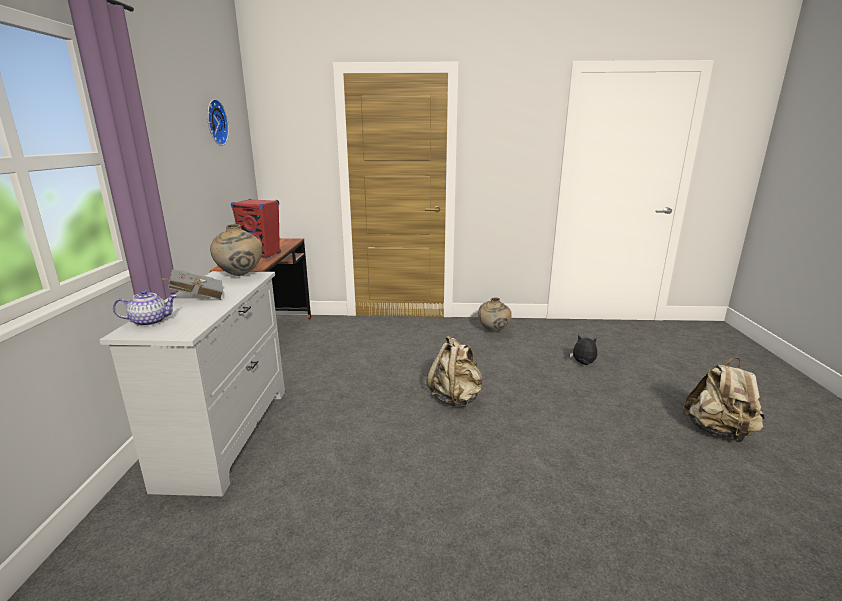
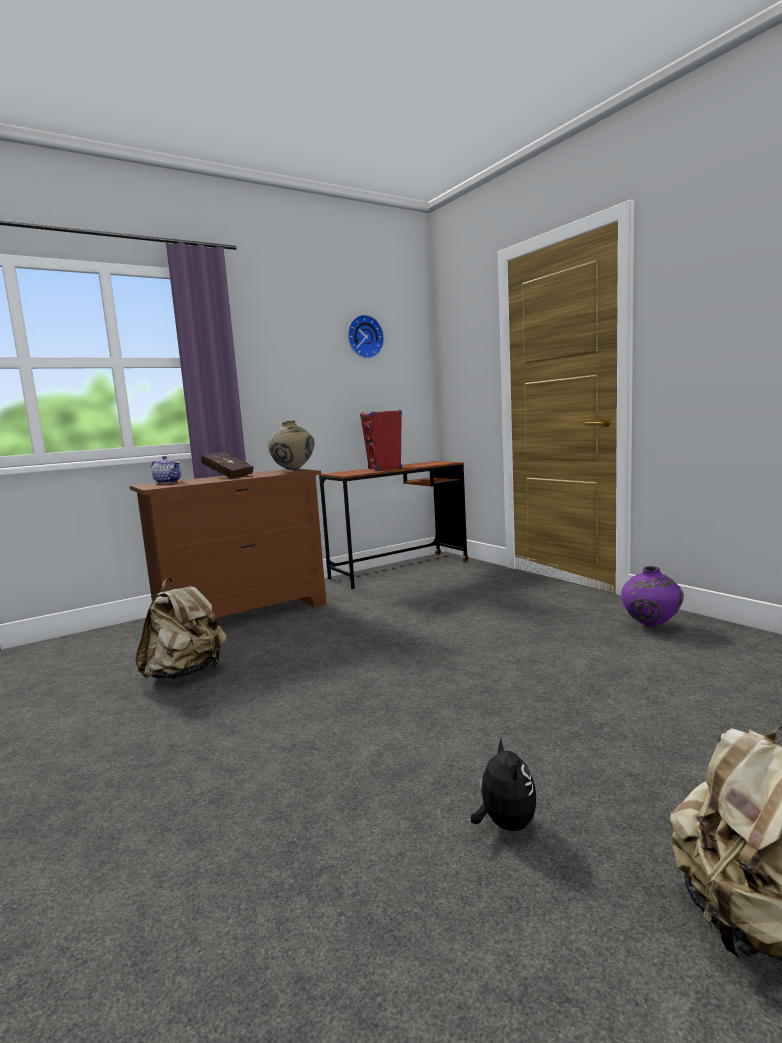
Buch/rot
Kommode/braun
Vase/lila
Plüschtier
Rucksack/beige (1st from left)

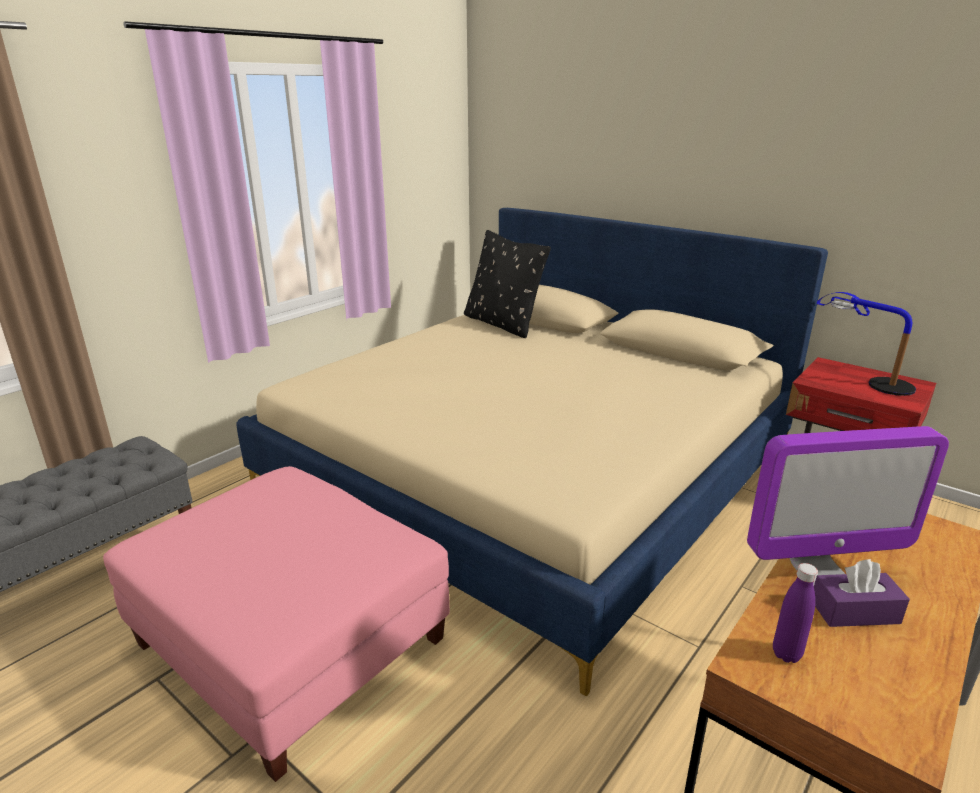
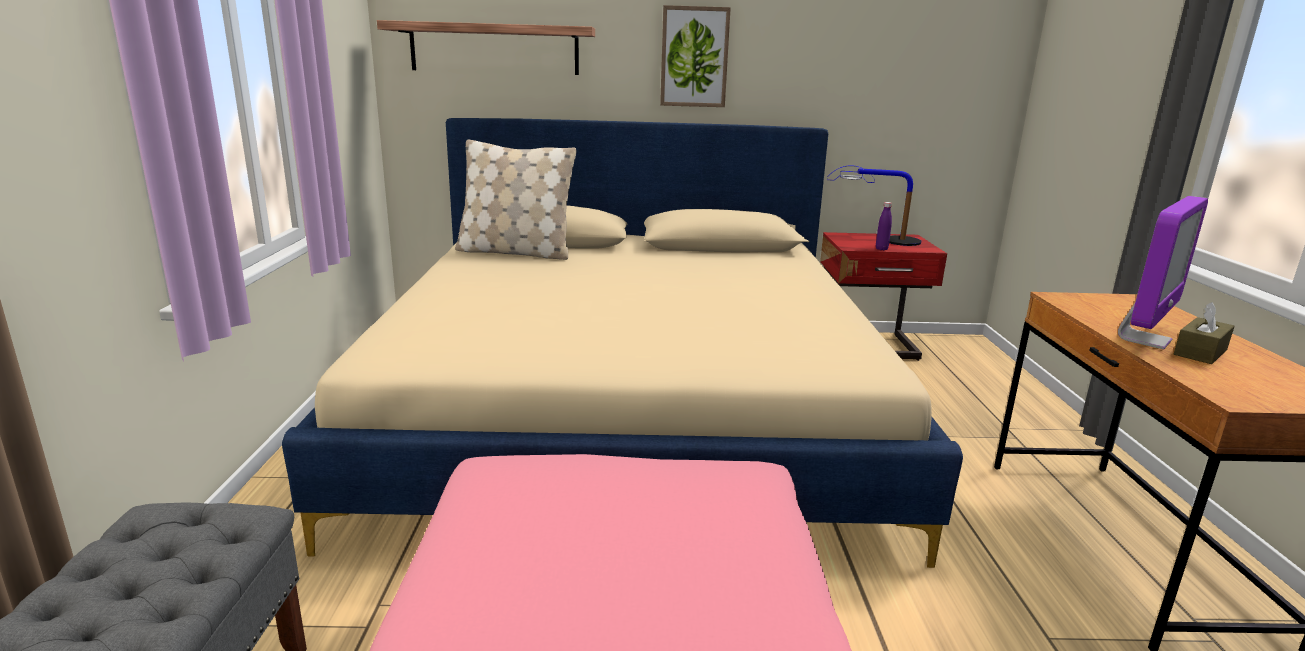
Kissen/beige
Taschentuchbox/braun
Flasche/lila
Bild
Wandregal

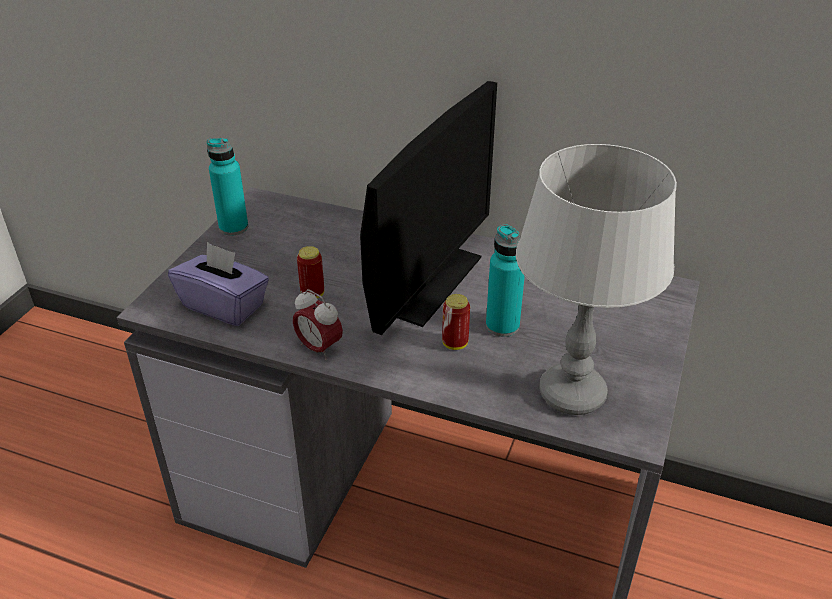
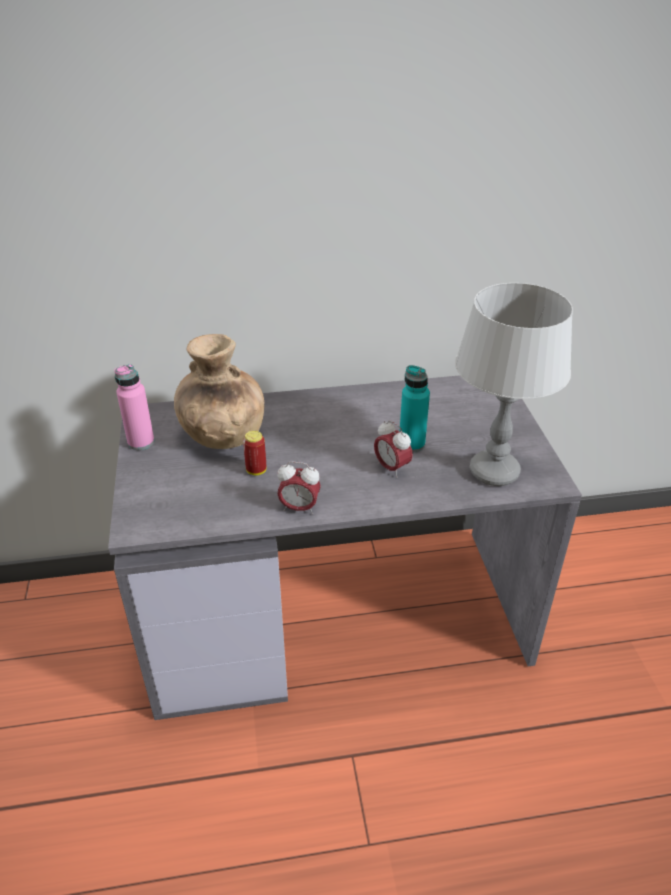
Monitor
Flasche/rosa
Taschentuchbox/lila
Wecker (2nd from left)
Vase/braun

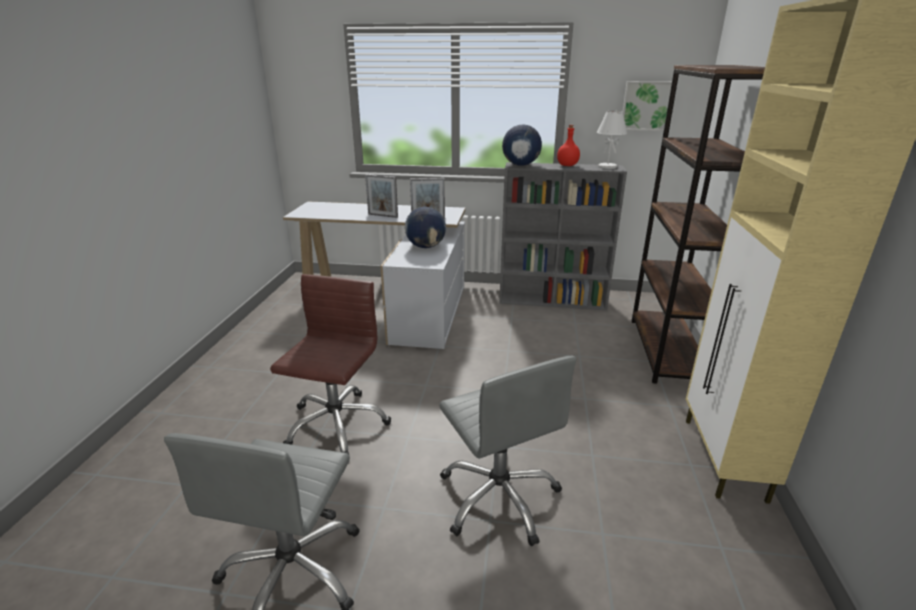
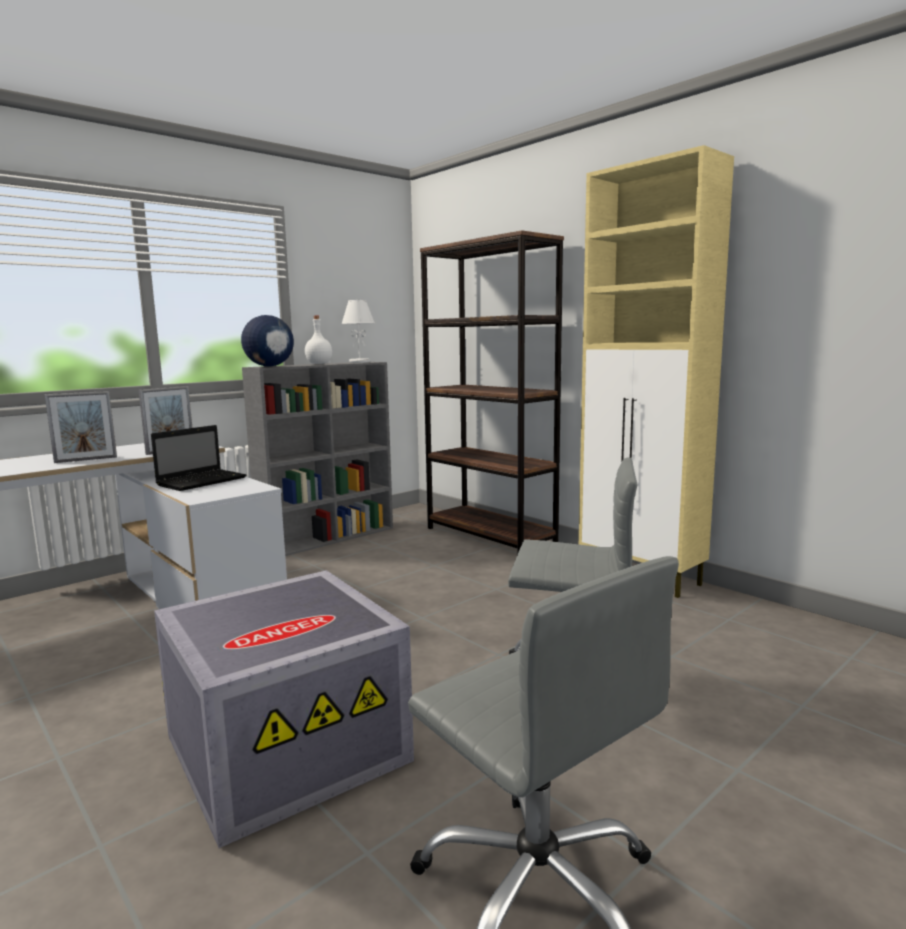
Bild
Flasche/weiß
Laptop
Aufbewahrungsbox/grau

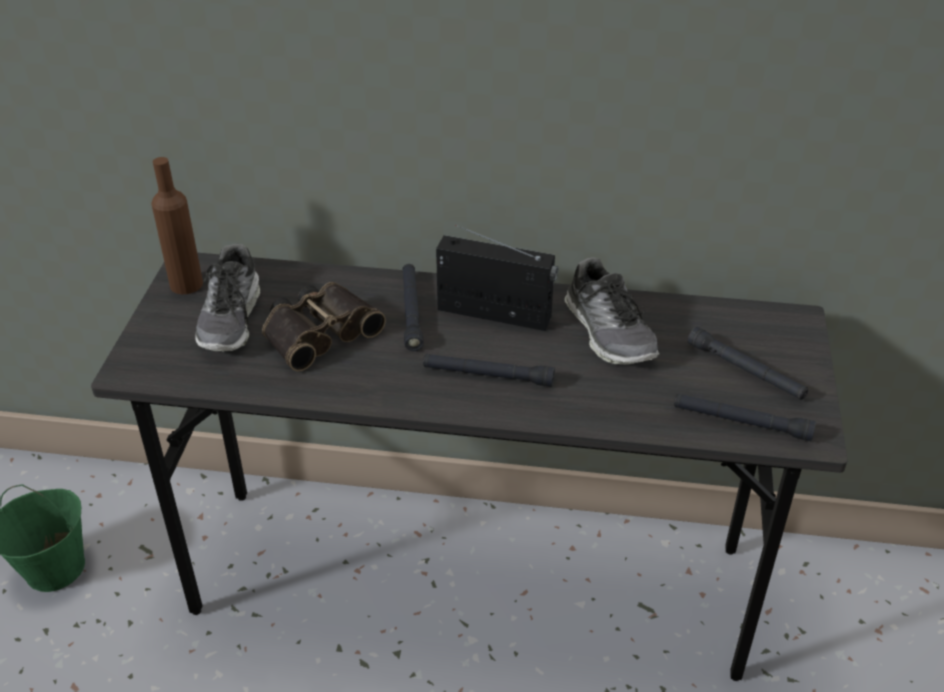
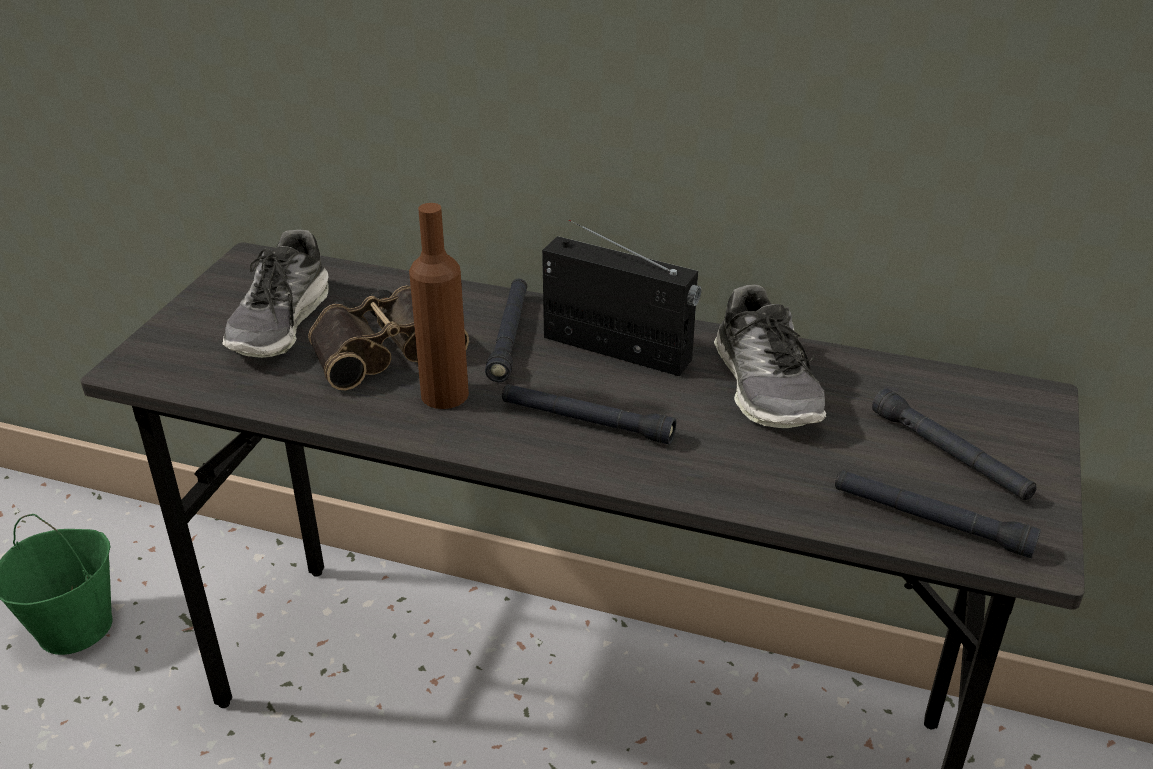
Flasche/braun

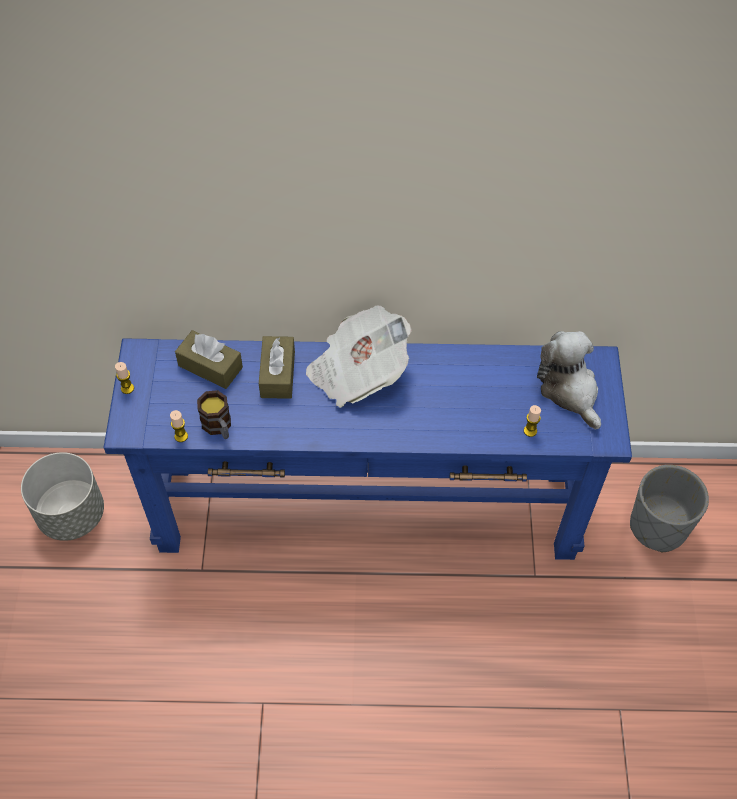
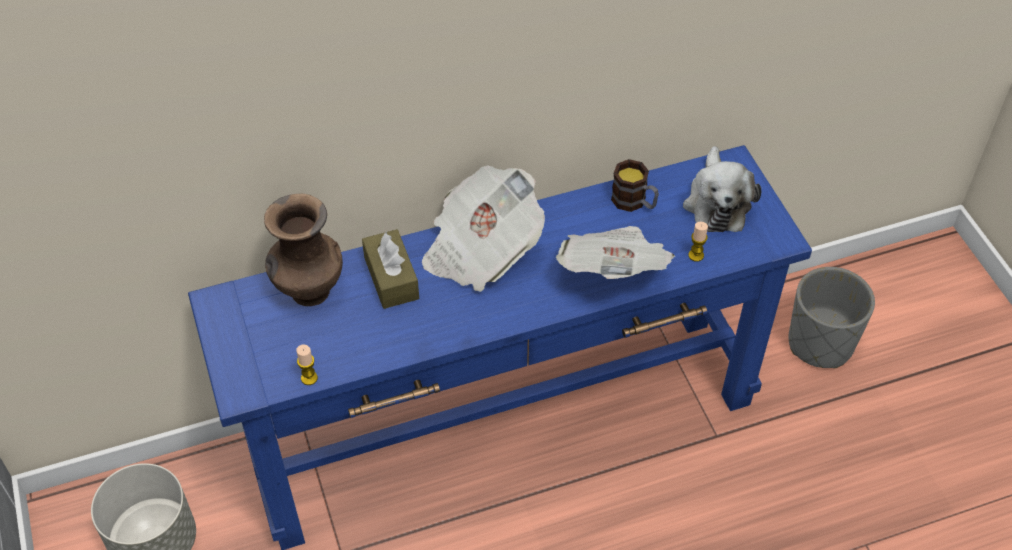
Vase/braun
Plüschtier
Kerze (1st from left in the first image)
Henkelbecher
Zeitung (2nd from left)

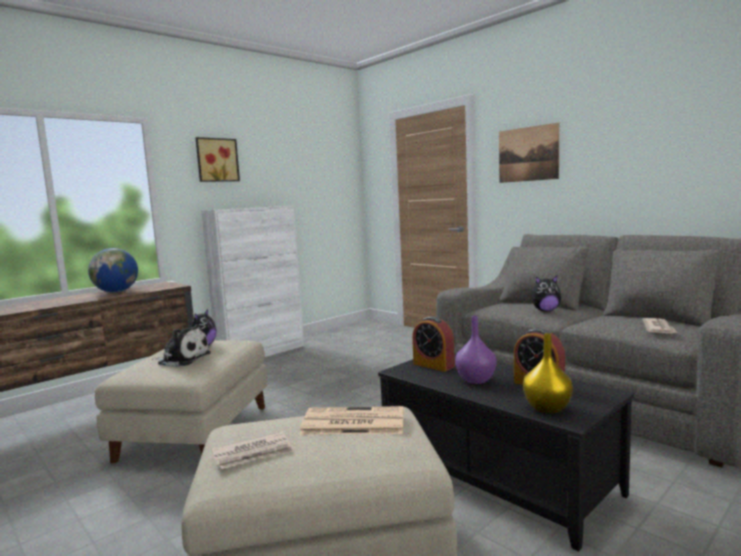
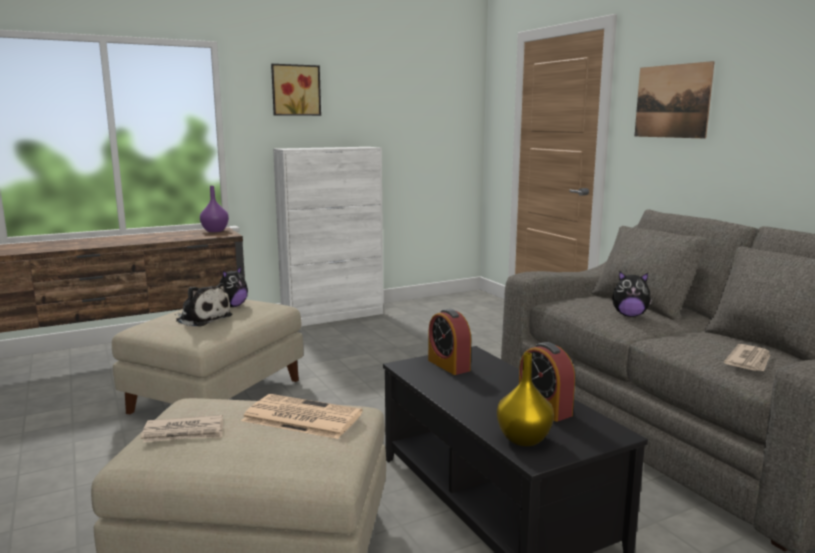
Globus
Vase/lila

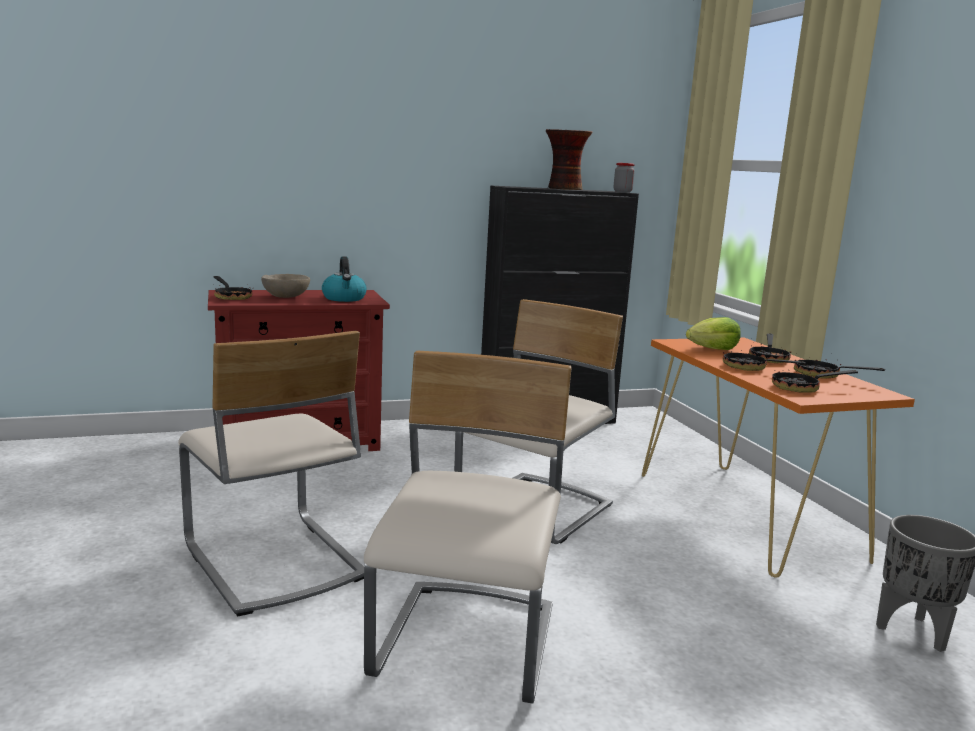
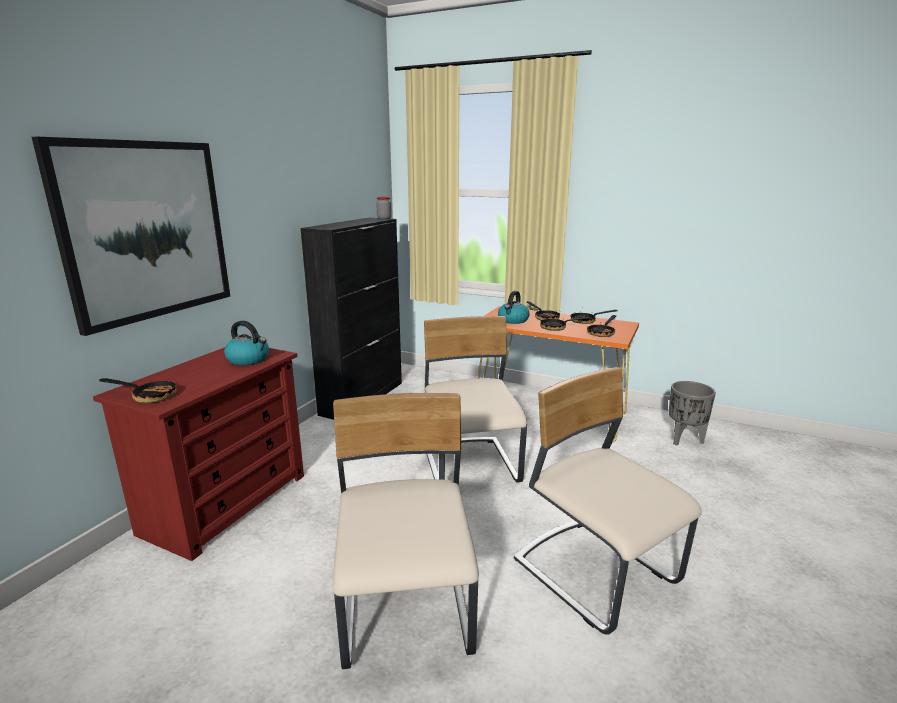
Vase
Schüssel/beige
Wasserkessel (2nd from left)
Stuhl/beige (1st from left)
Bild

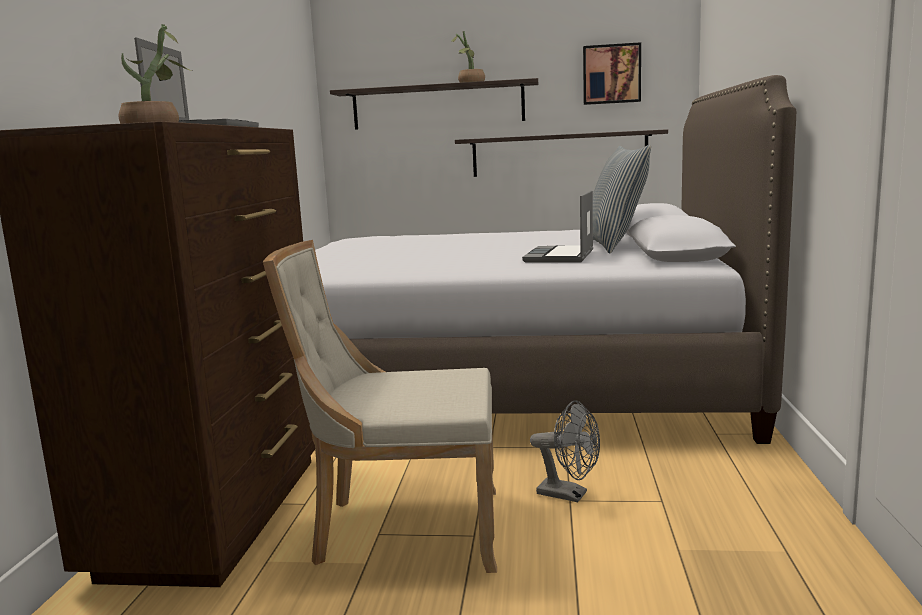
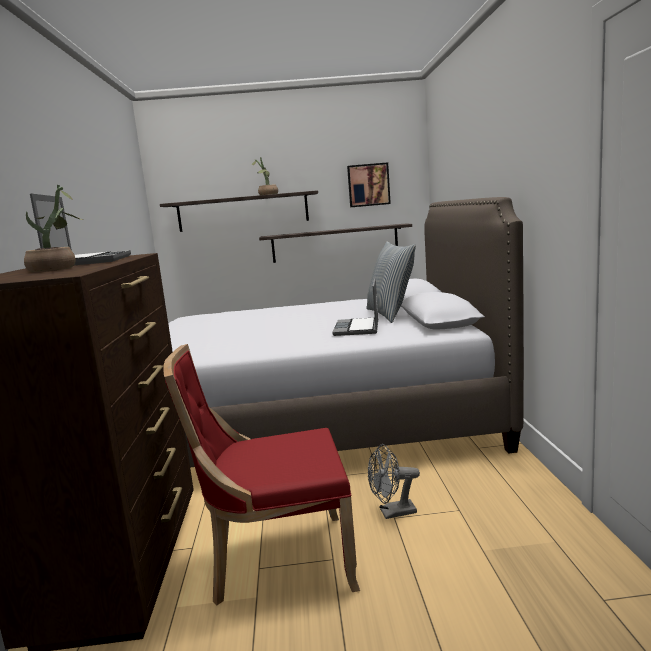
Stuhl/rot
Ventilator/grau

